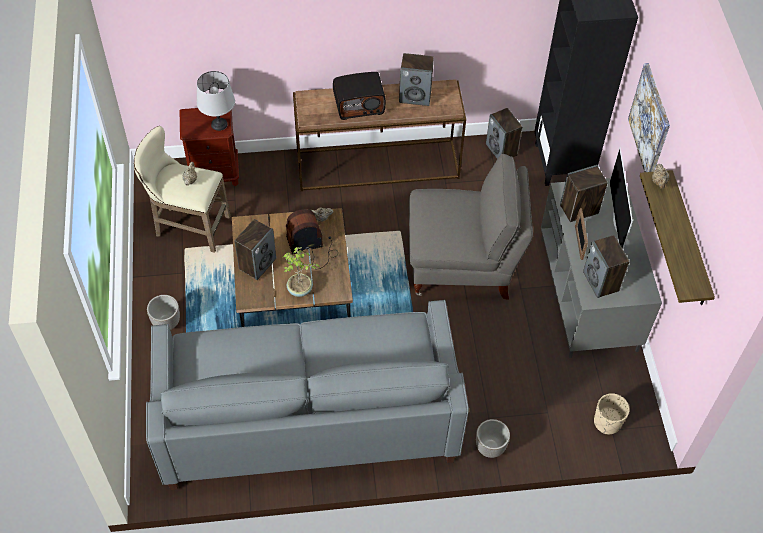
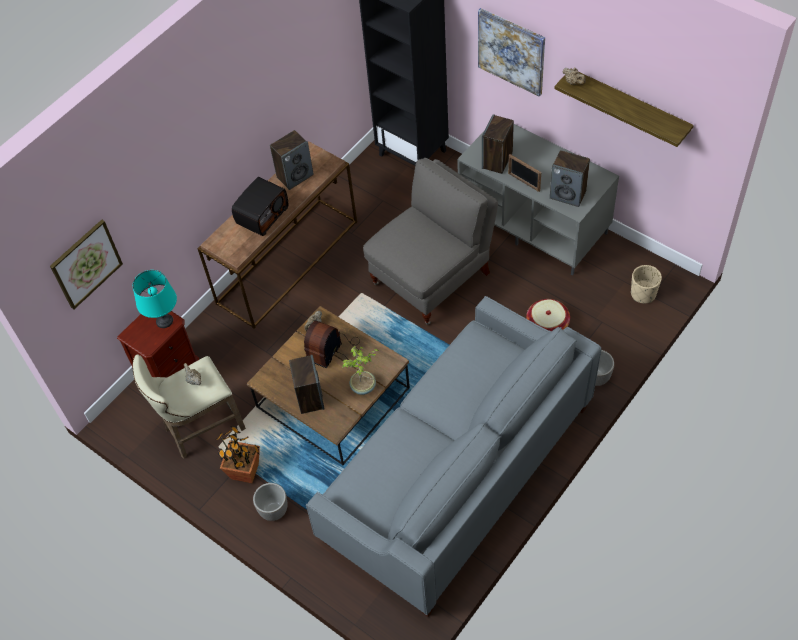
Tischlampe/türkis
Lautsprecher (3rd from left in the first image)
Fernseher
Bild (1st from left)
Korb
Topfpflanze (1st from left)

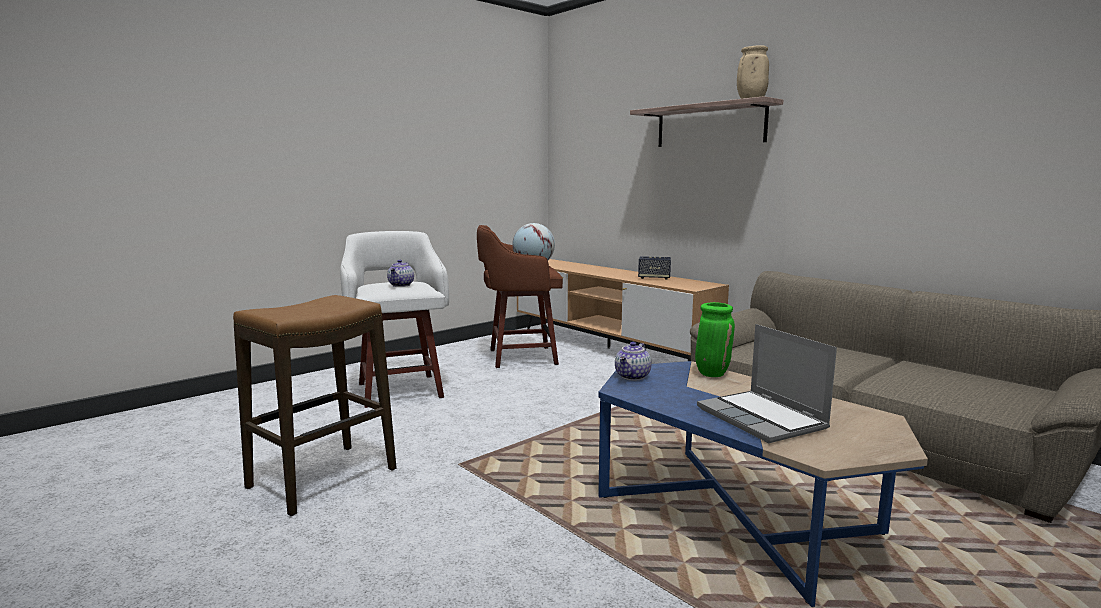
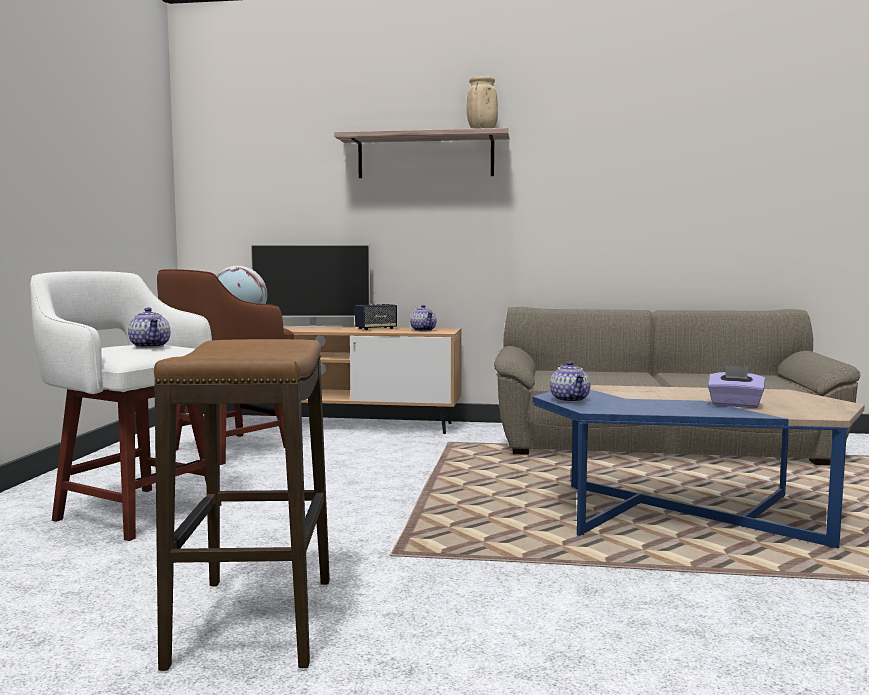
Vase/grün
Taschentuchbox/lila
Fernseher
Teekanne (2nd from left)

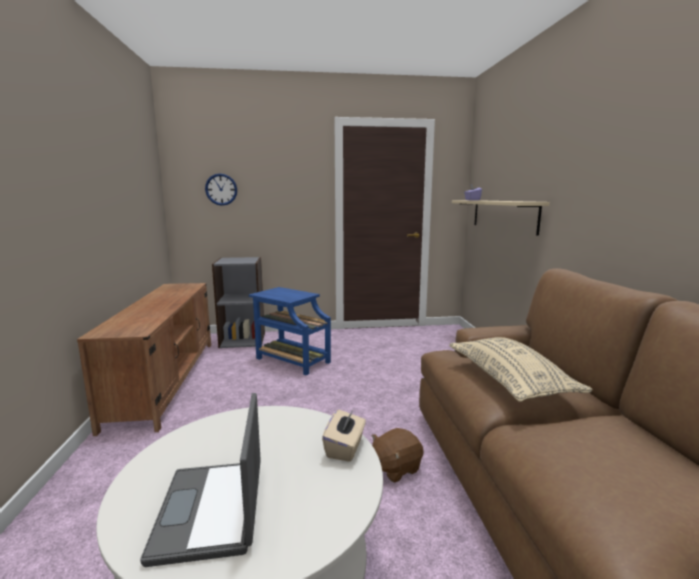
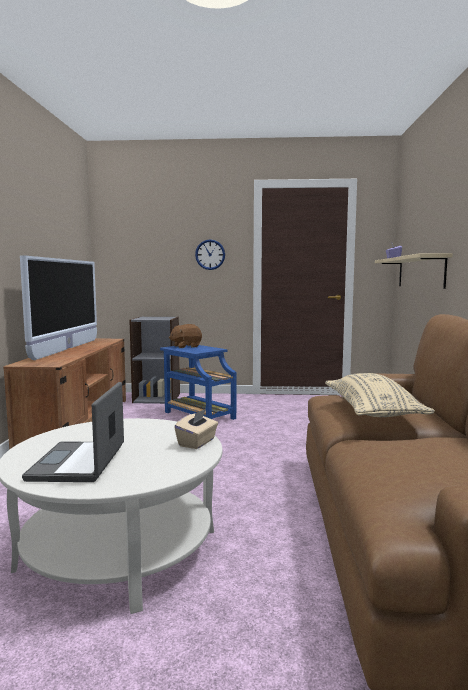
Wanduhr
Plüschtier/braun
Fernseher

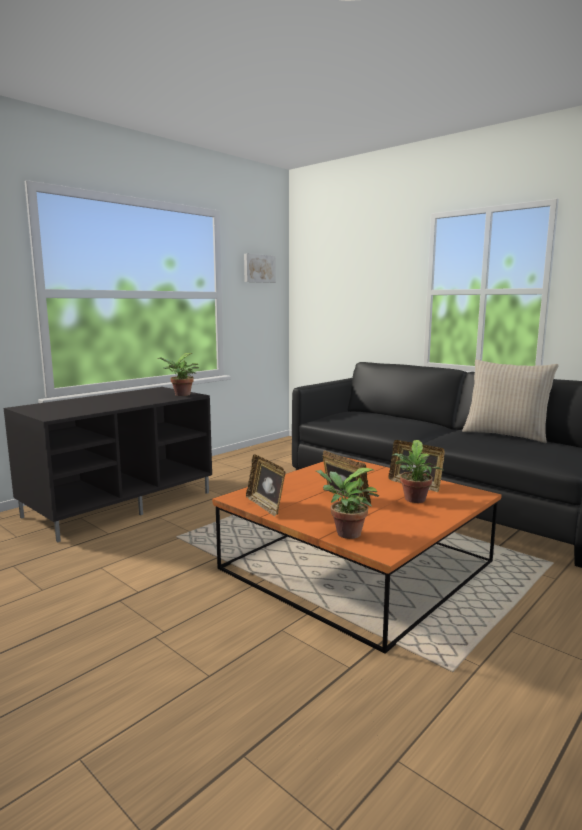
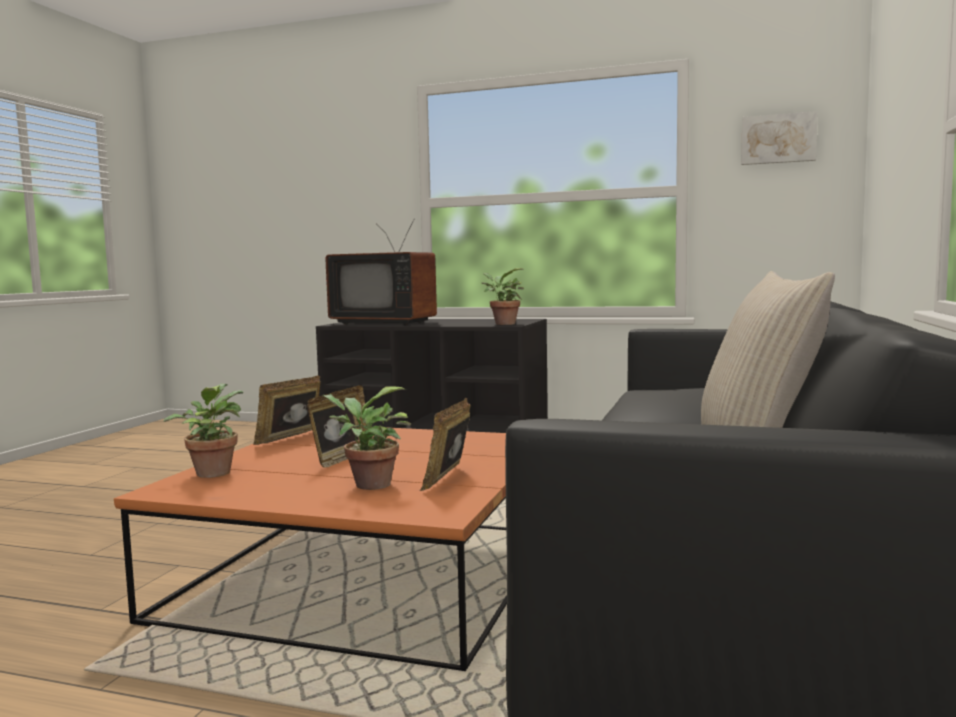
Fernseher

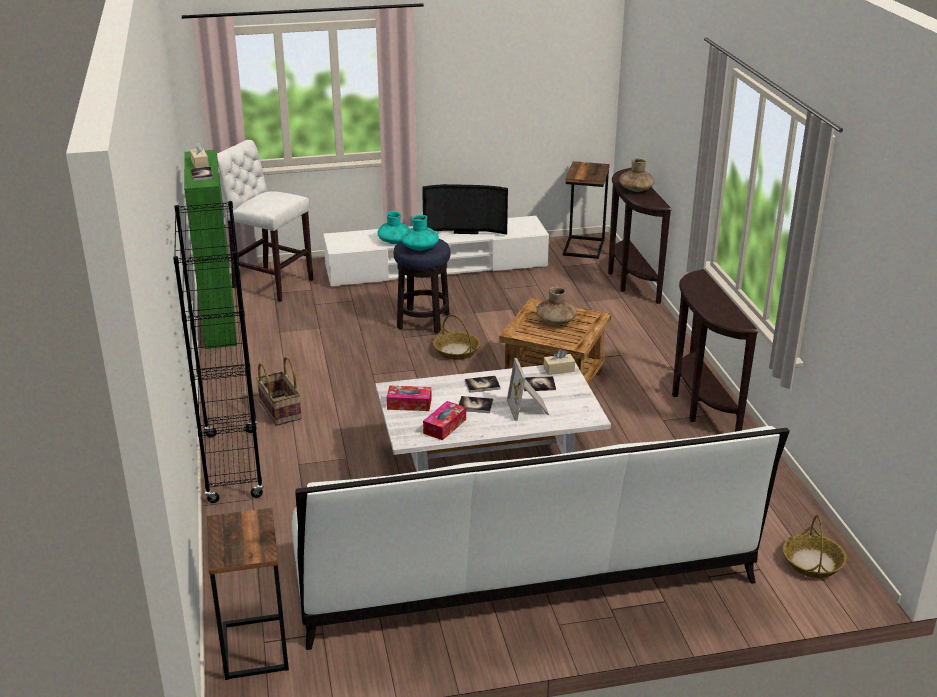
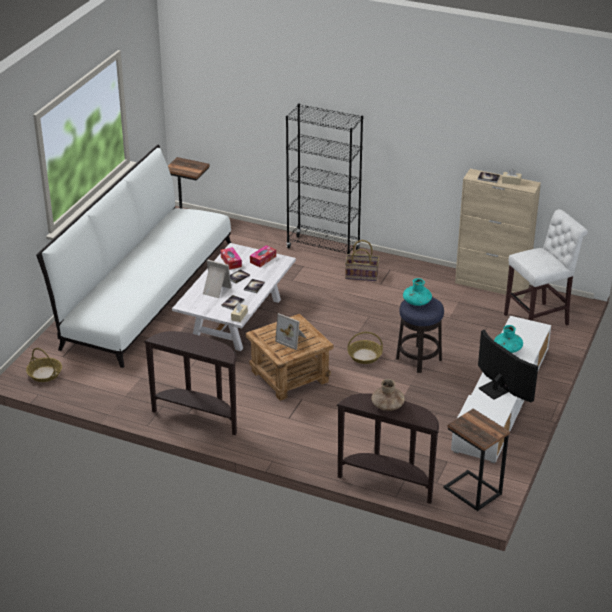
Schrank/beige
Fernseher
Bilderrahmen (2nd from left)

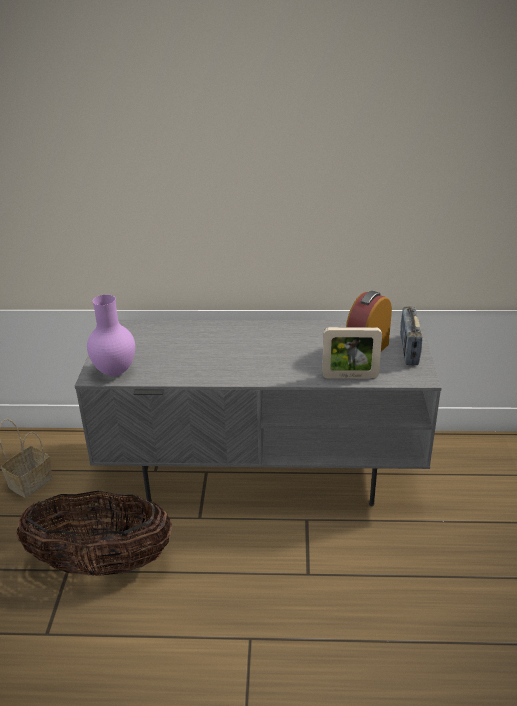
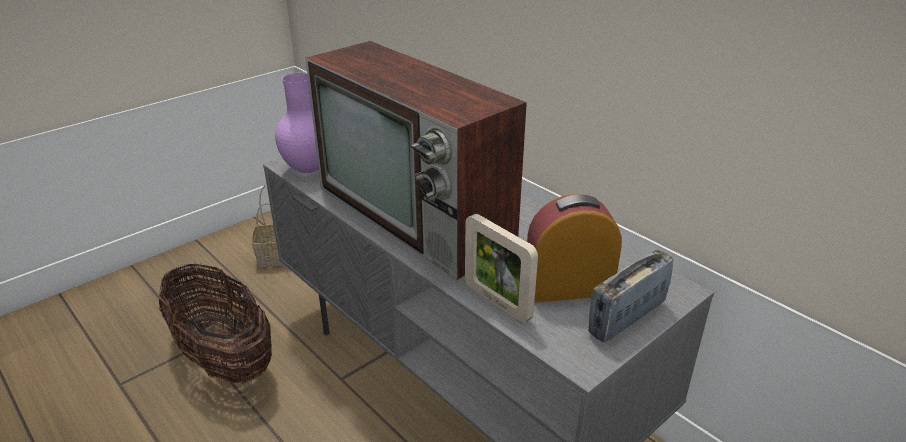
Fernseher

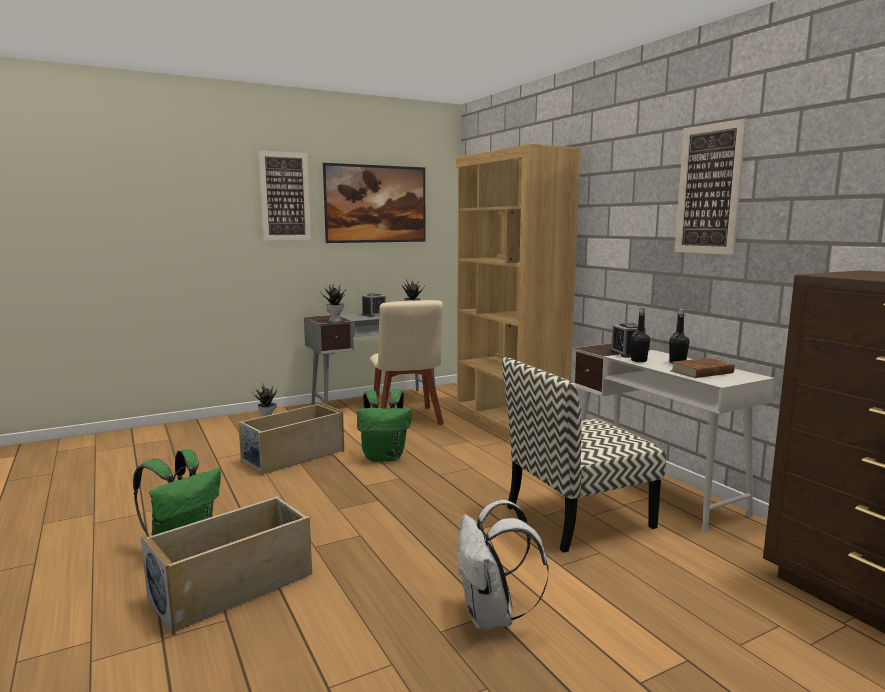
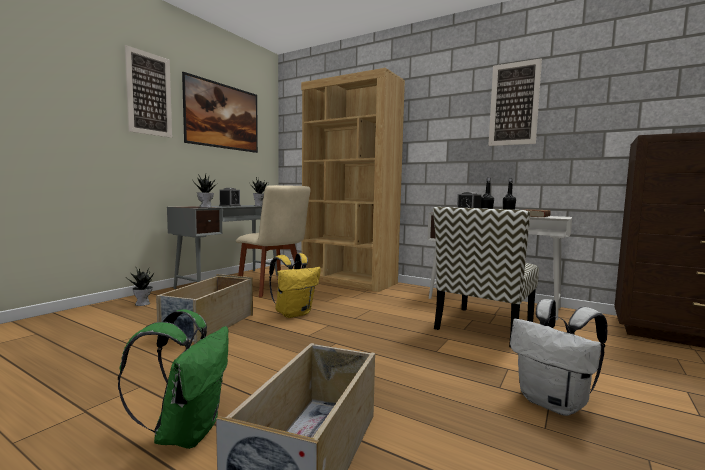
Rucksack/gelb

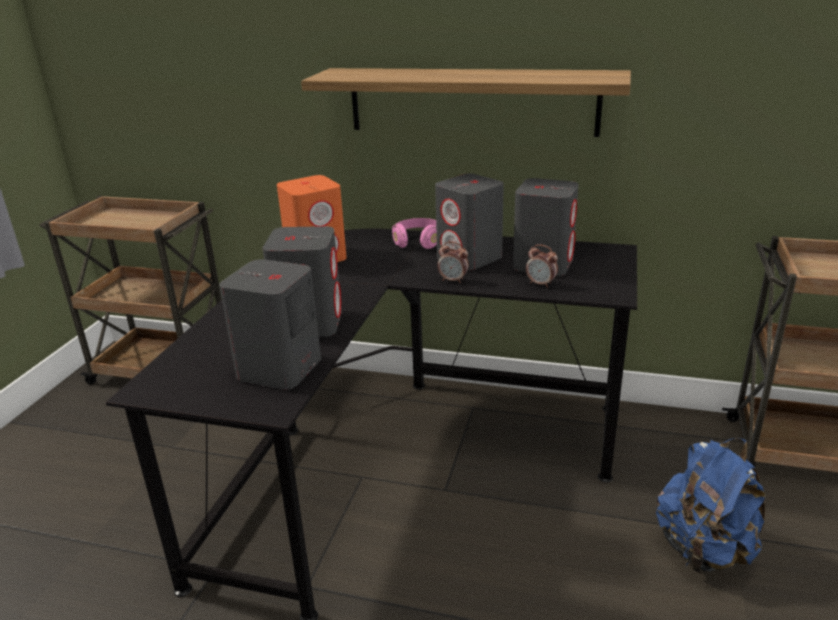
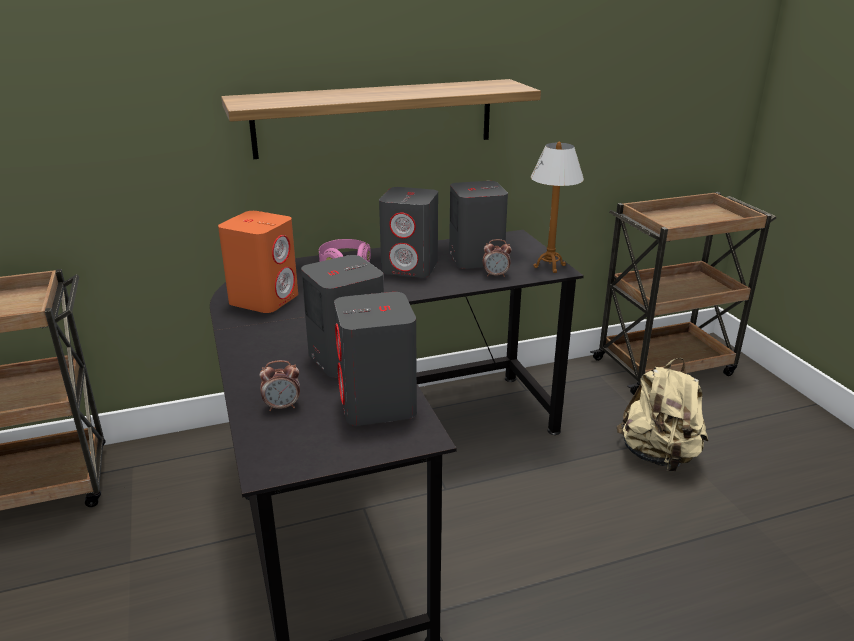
Wecker (1st from left)
Rucksack/beige
Tischlampe

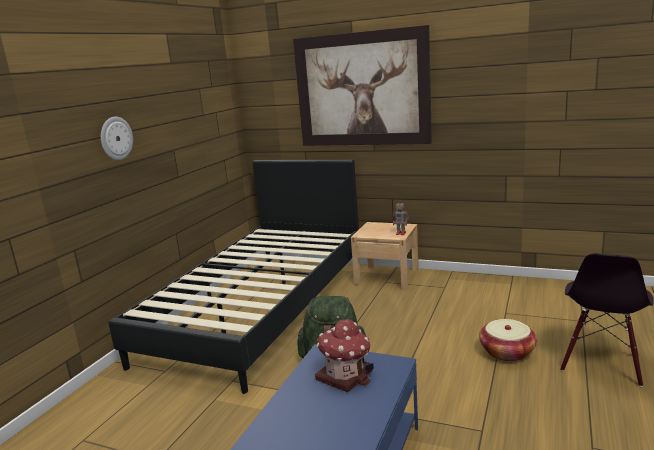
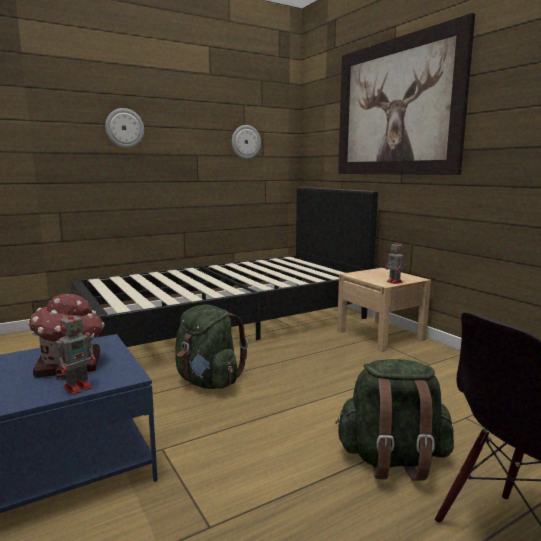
Rucksack/grün (2nd from left)
Wanduhr (2nd from left)
Spielzeugroboter (1st from left)

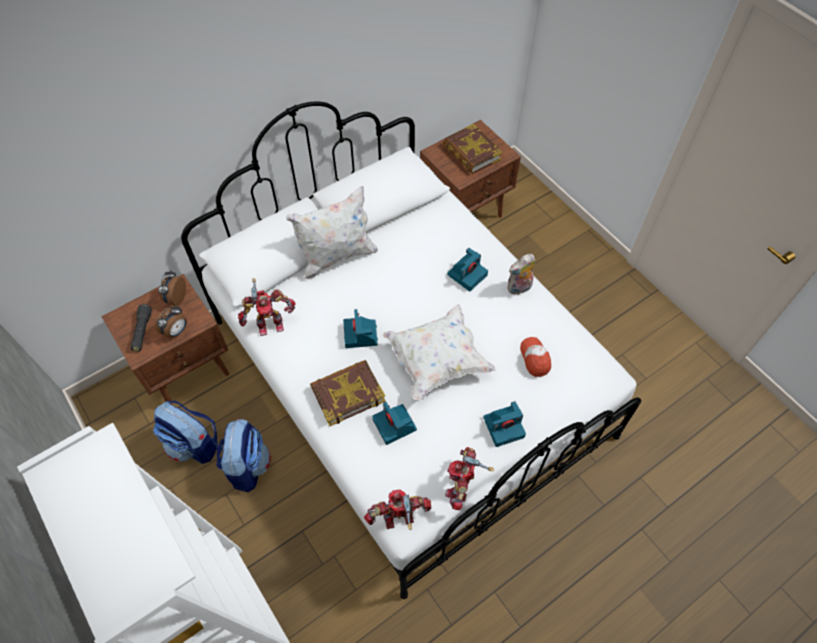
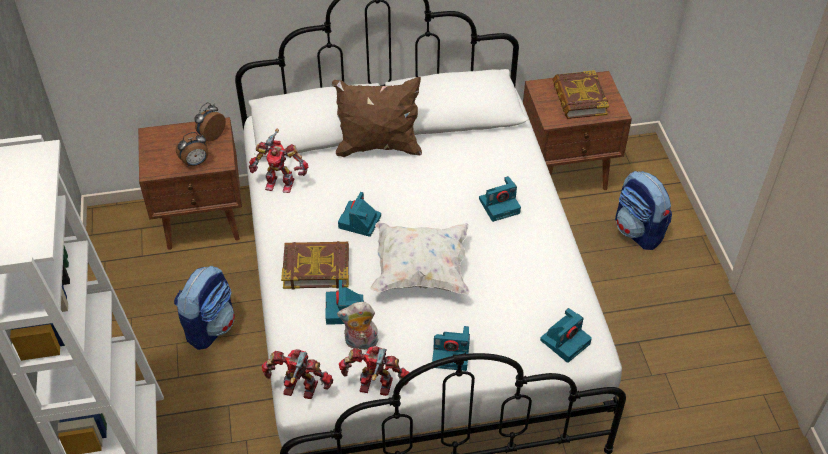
Kissen/braun
Plüschtier
Taschenlampe/schwarz
Kappe
Rucksack (2nd from left)
Spielzeugroboter (3rd from left)
Kamera (5th from left)

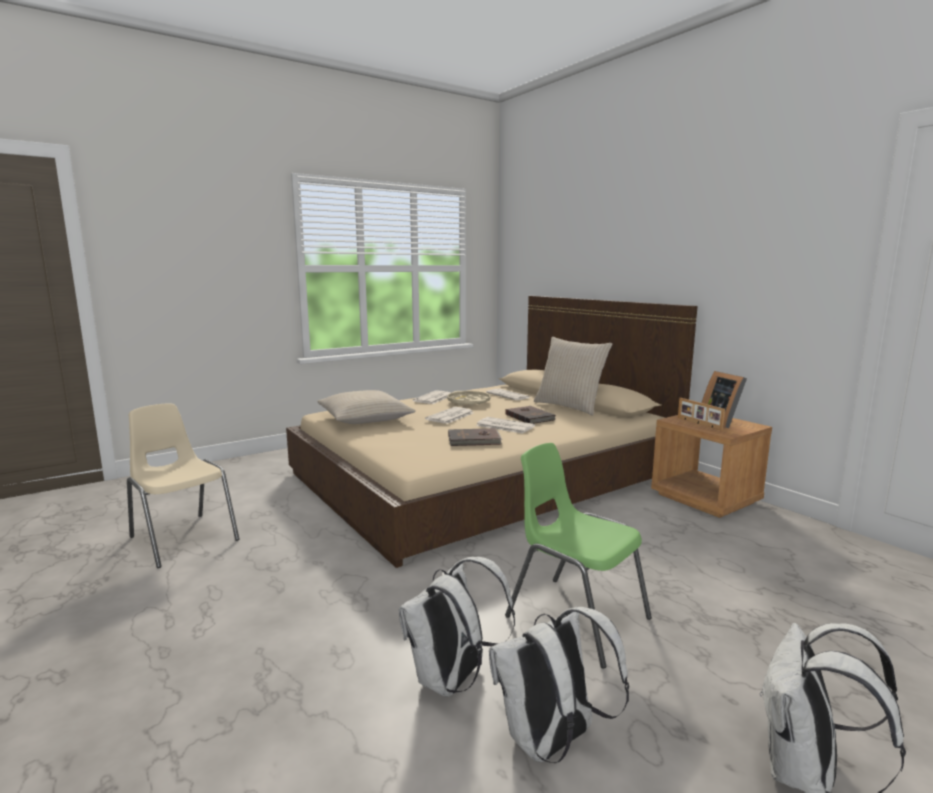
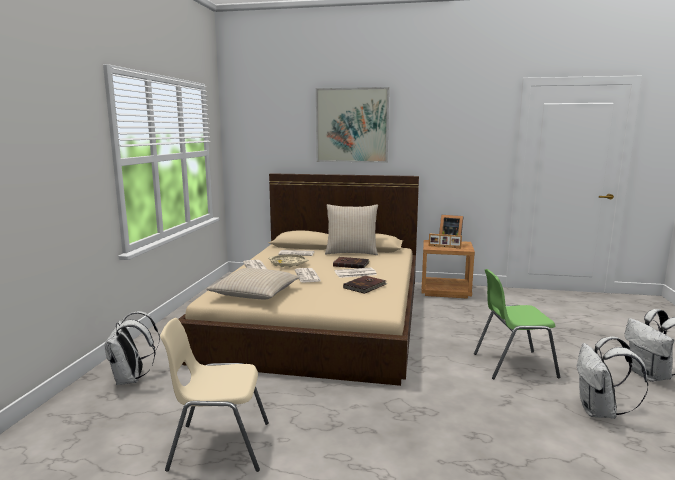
Rucksack/weiß (1st from left)
Bild

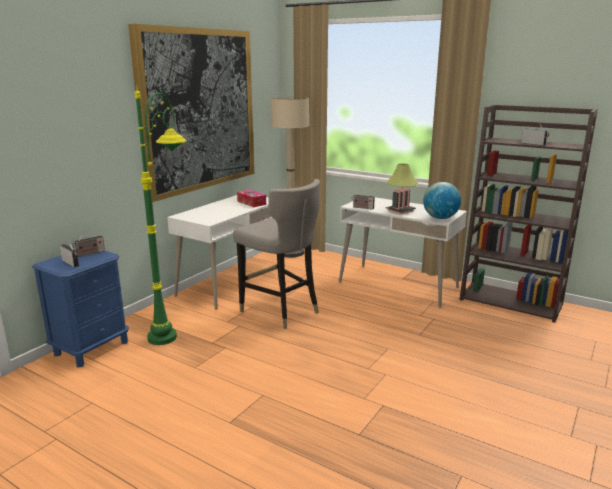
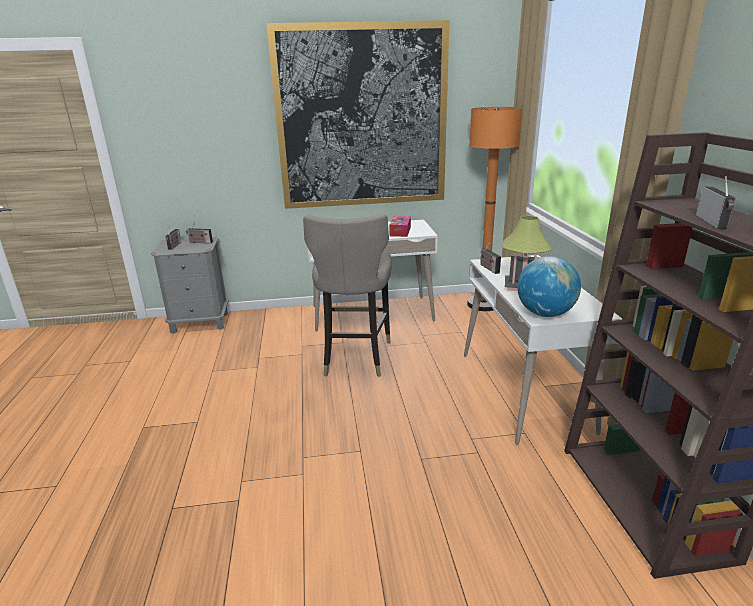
Stehlampe/grün
Stehlampe/orange
Nachttisch/grau

